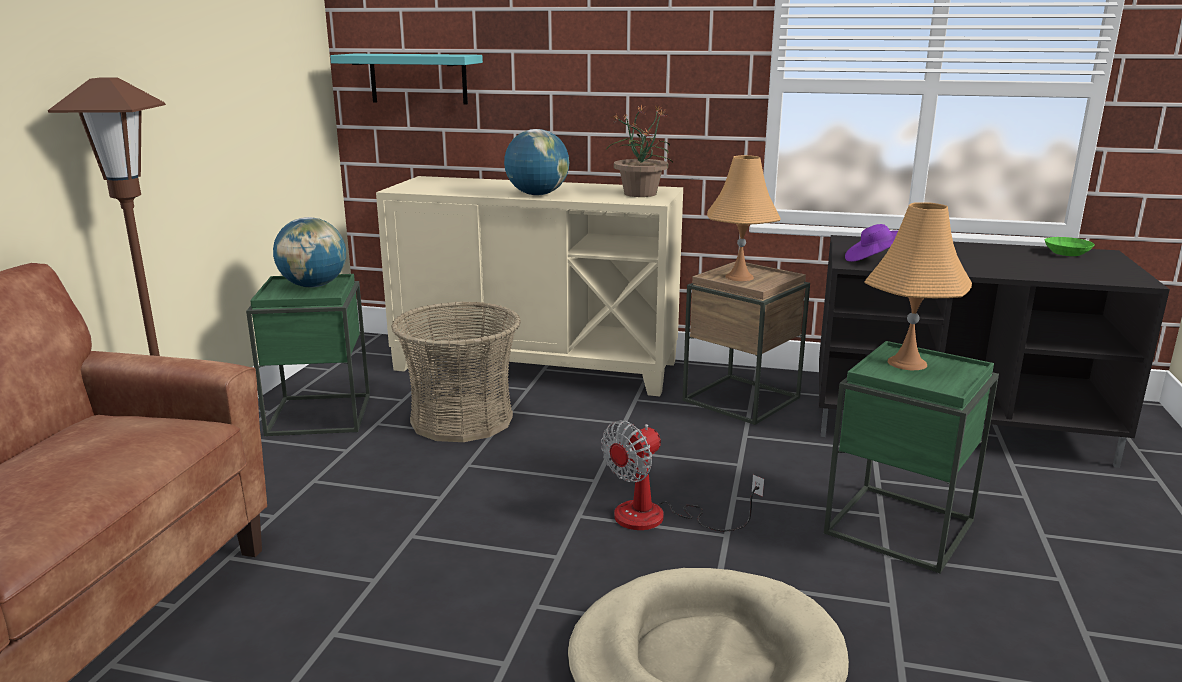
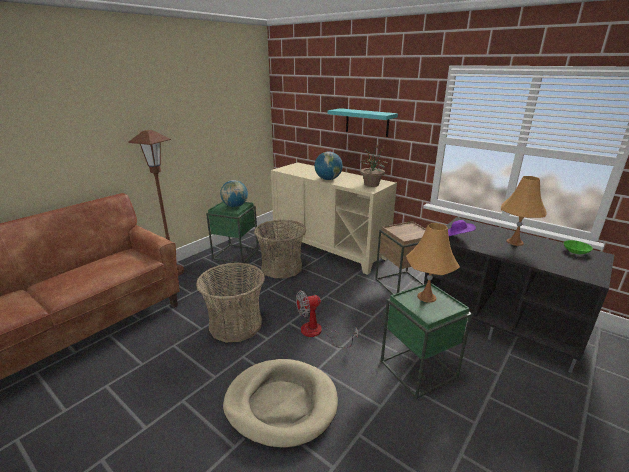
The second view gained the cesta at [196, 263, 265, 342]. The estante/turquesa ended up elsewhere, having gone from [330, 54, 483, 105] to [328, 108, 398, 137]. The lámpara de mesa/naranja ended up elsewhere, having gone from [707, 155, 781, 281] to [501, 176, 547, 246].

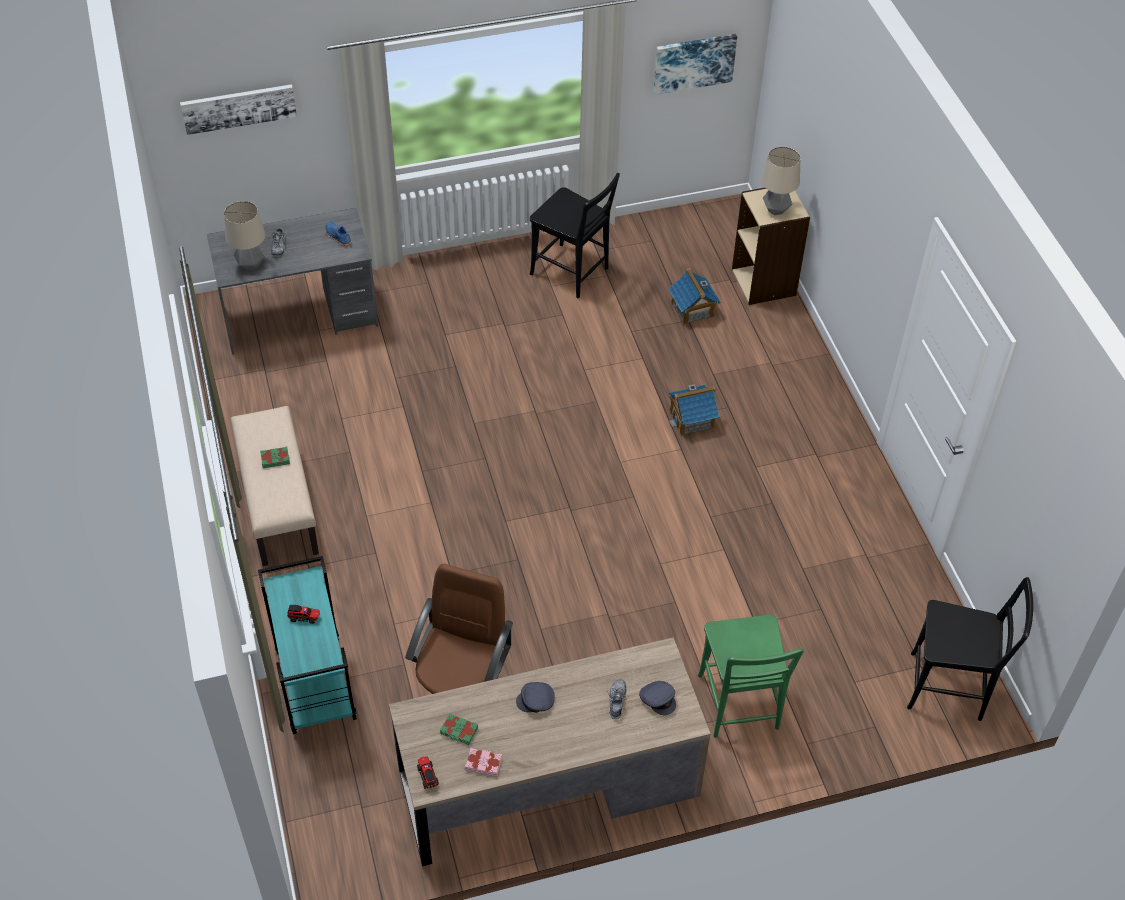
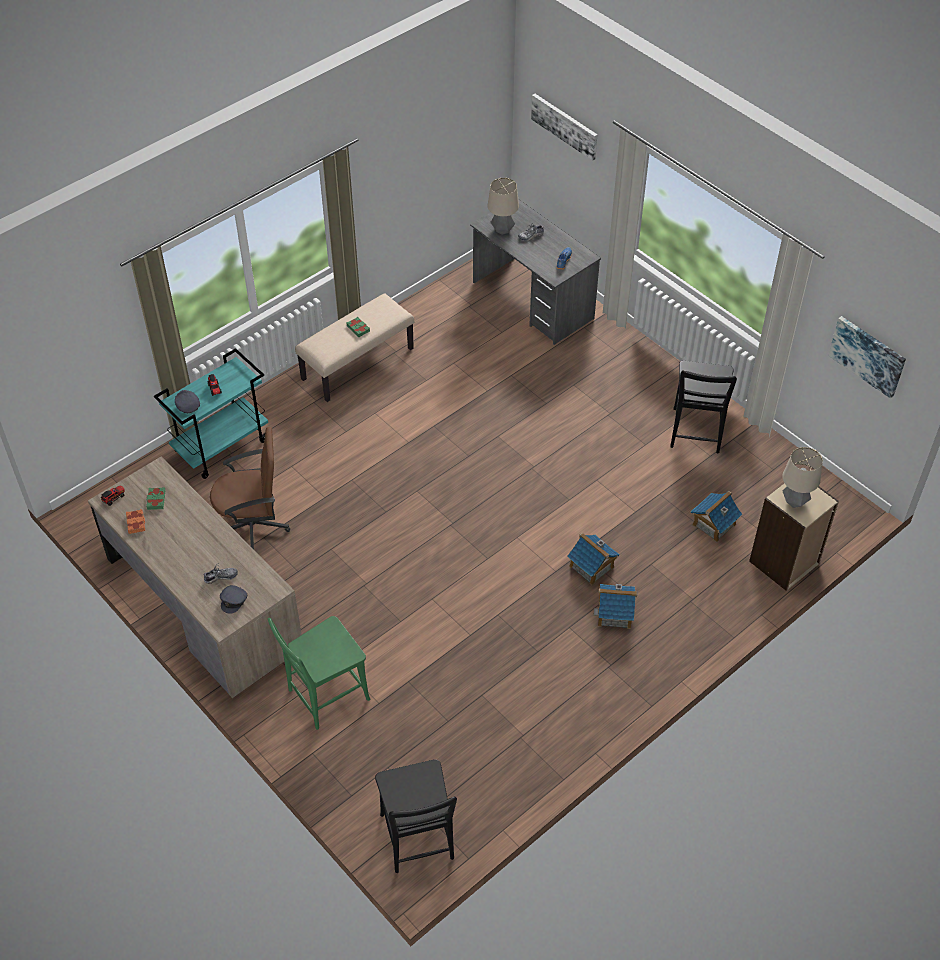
What was the libro/rosa at [465, 748, 502, 777] turned into the libro/naranja at [126, 509, 145, 534]. The gorra/gris ended up elsewhere, having gone from [516, 682, 555, 713] to [175, 390, 200, 413]. The second view gained the casita at [594, 584, 637, 629].

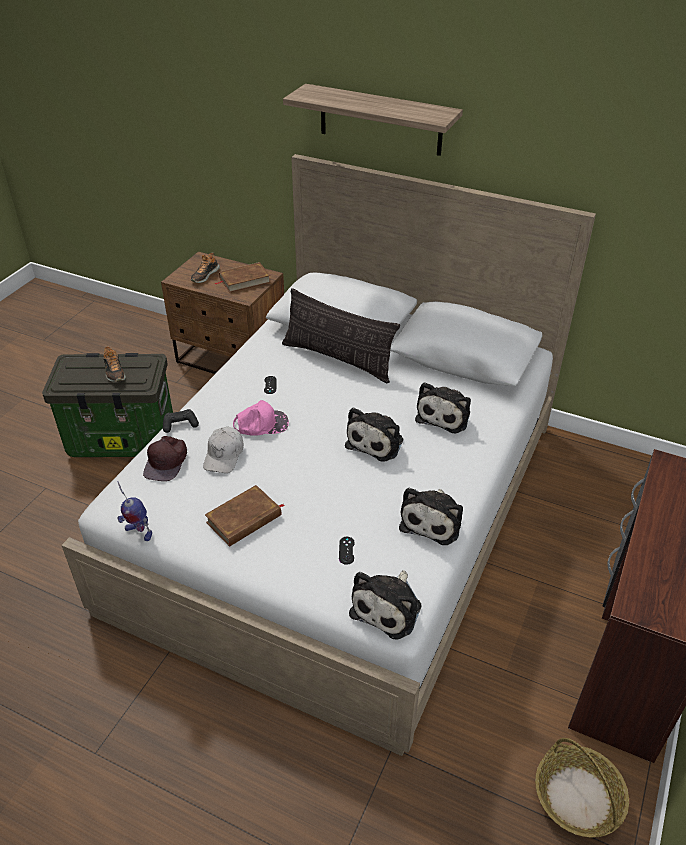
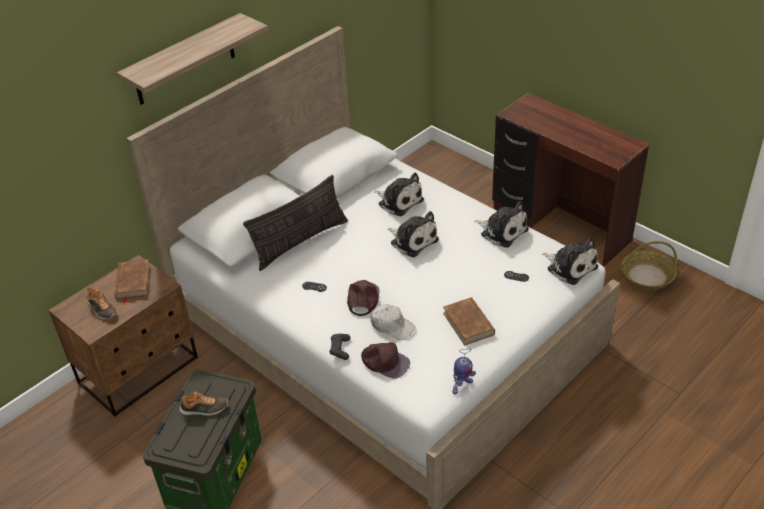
What was the gorra/rosa at [233, 400, 289, 436] turned into the gorra/marrón at [347, 280, 379, 316].

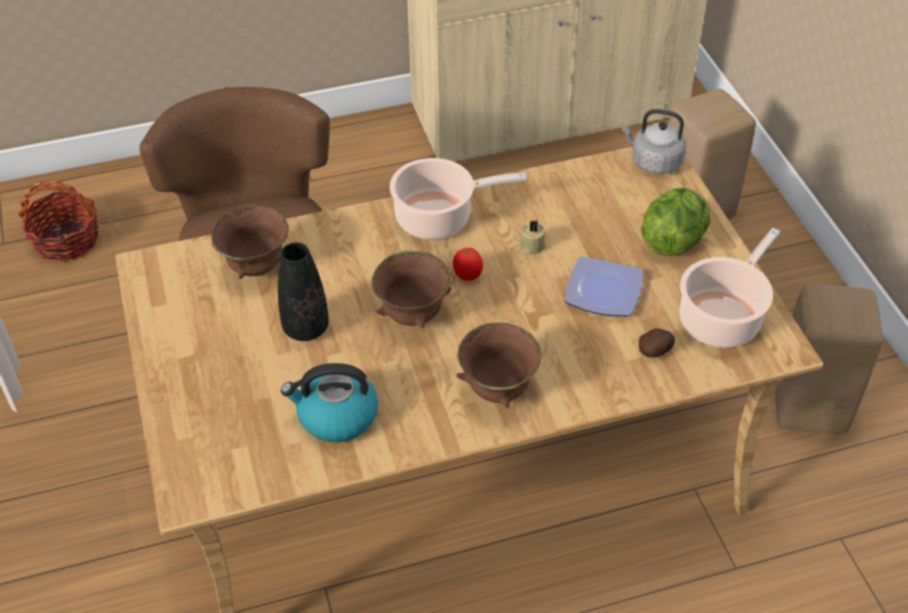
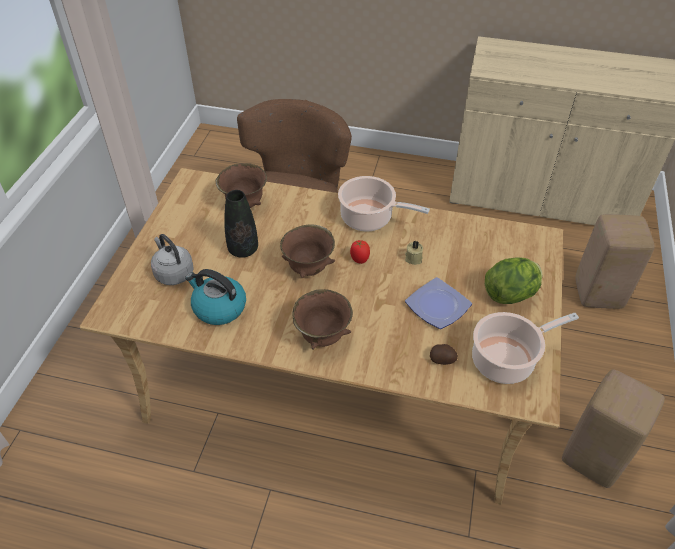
The hervidor/gris ended up elsewhere, having gone from [622, 109, 686, 174] to [151, 234, 194, 285]. The second view lost the cesta at [18, 181, 99, 262].

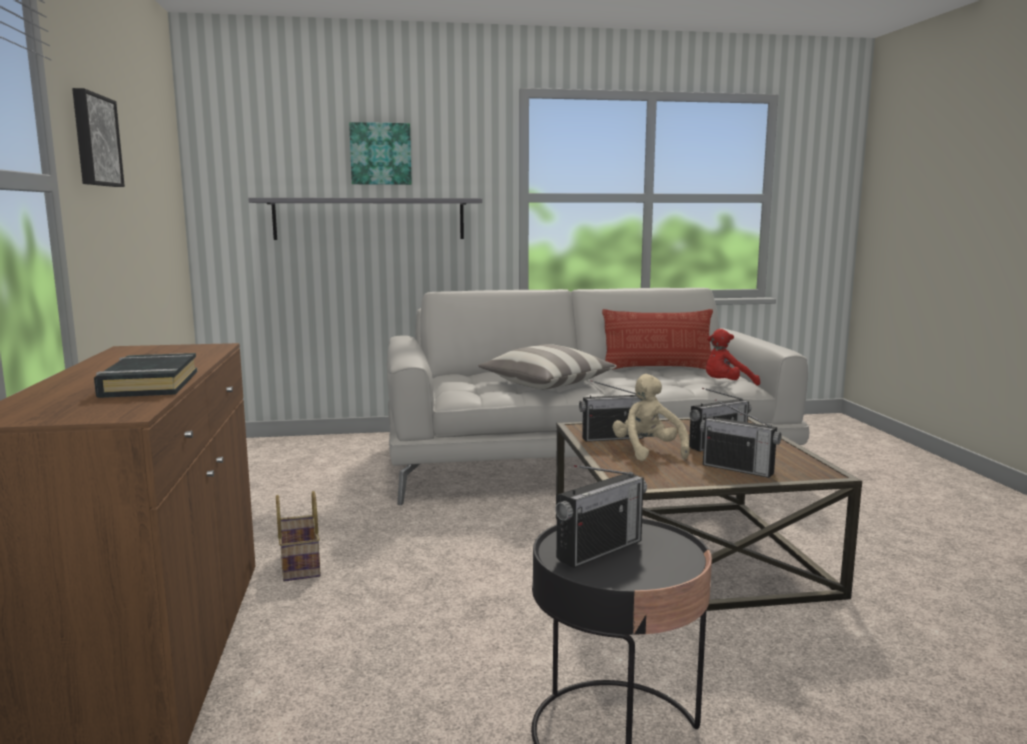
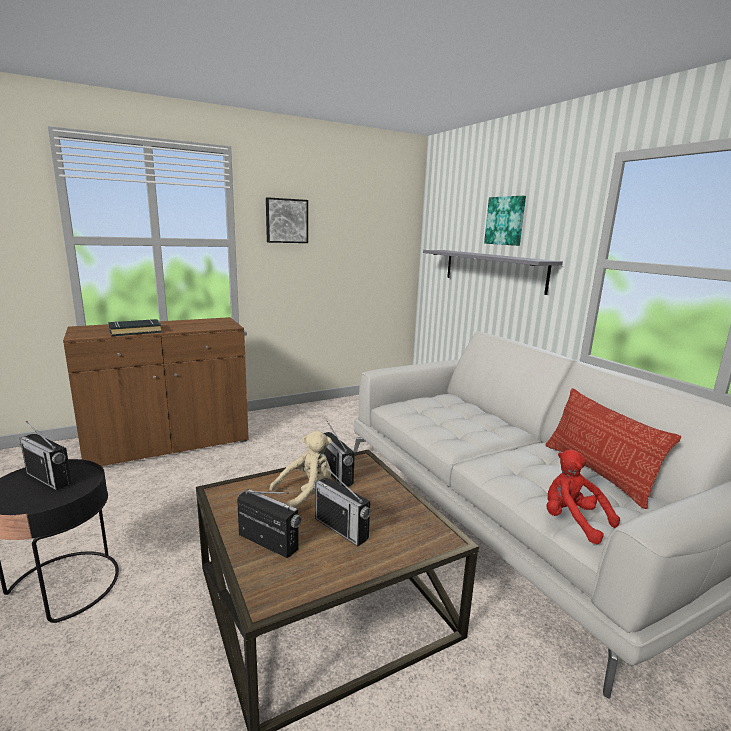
The radio at [700, 399, 782, 478] ended up facing another way, 105 degrees clockwise from before. The second view lost the cesta at [276, 491, 321, 582]. The second view lost the cojín at [478, 344, 617, 389].

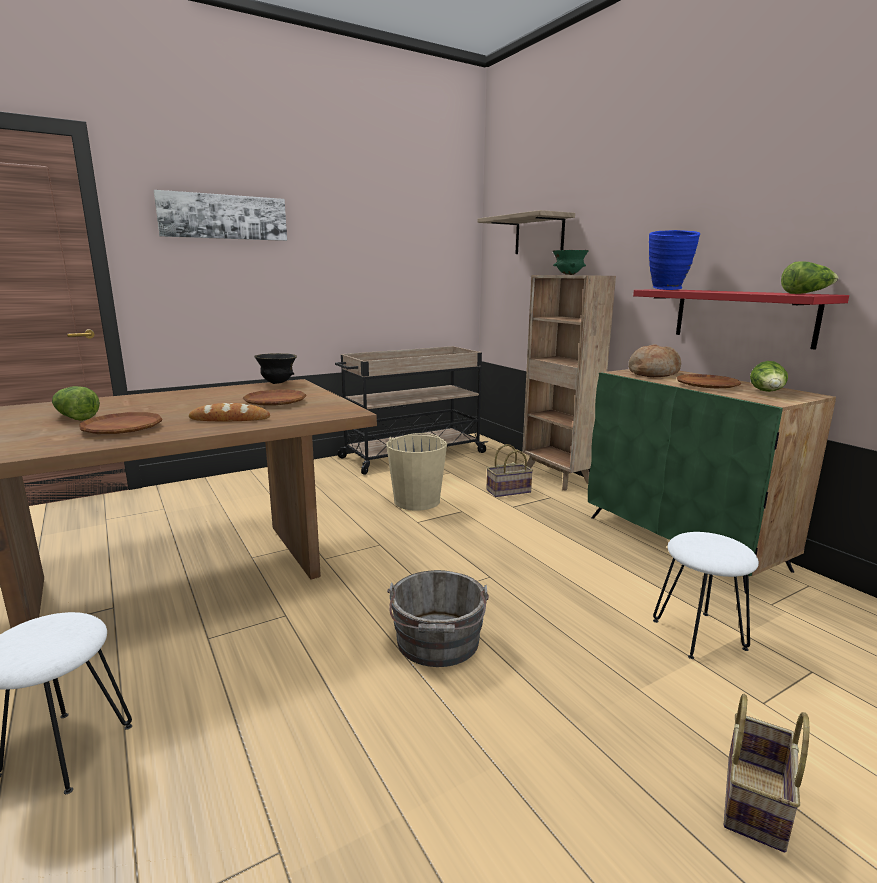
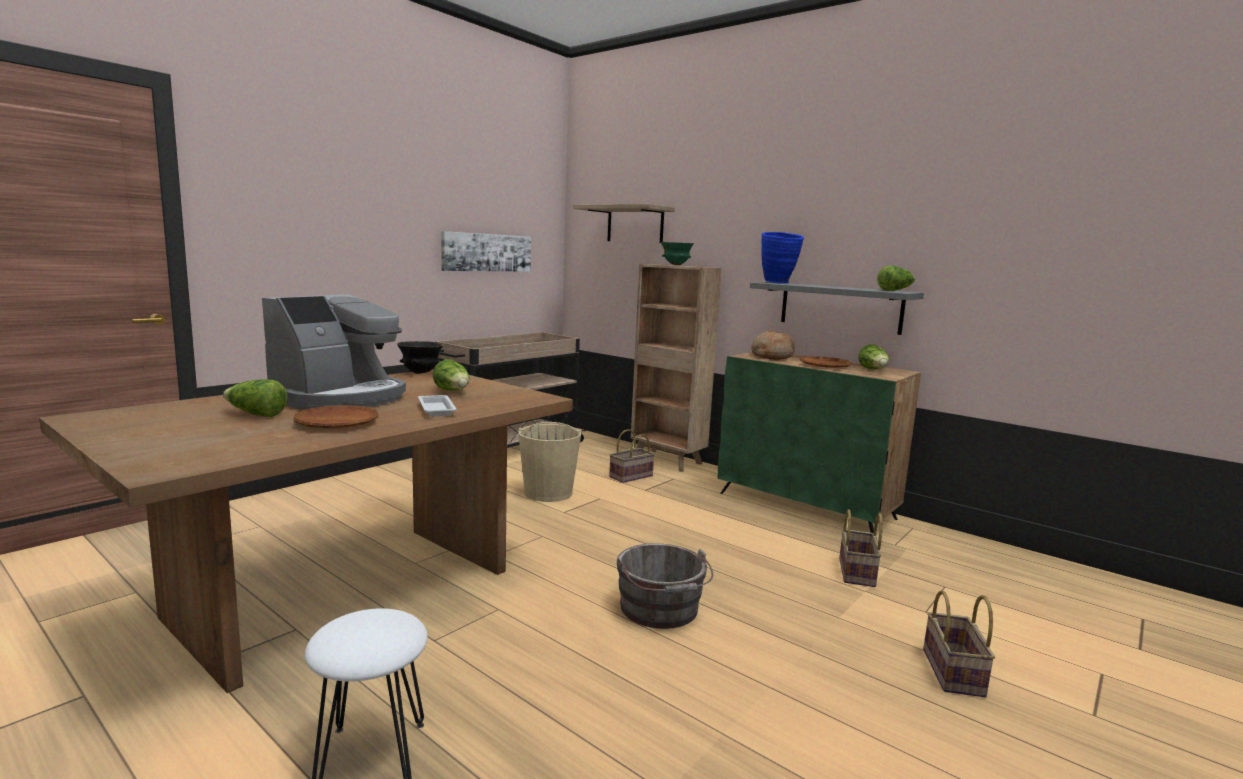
The second view gained the cafetera at [262, 294, 406, 409]. Where the pan stood at [189, 403, 270, 421], the bandeja/blanco came to stand at [418, 395, 457, 417]. Where the plato/marrón stood at [243, 390, 306, 405], the lechuga came to stand at [433, 359, 470, 391]. The cuadro ended up elsewhere, having gone from [154, 190, 287, 241] to [441, 231, 531, 272]. What was the estante/rojo at [633, 289, 849, 350] turned into the estante/gris at [750, 282, 924, 335]. Where the taburete/blanco stood at [653, 532, 759, 659], the cesta came to stand at [839, 509, 883, 587].

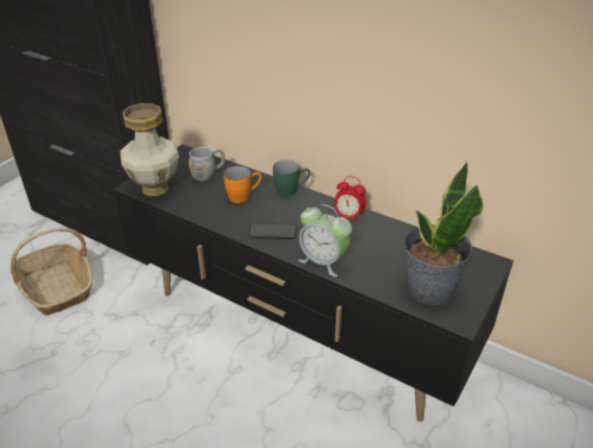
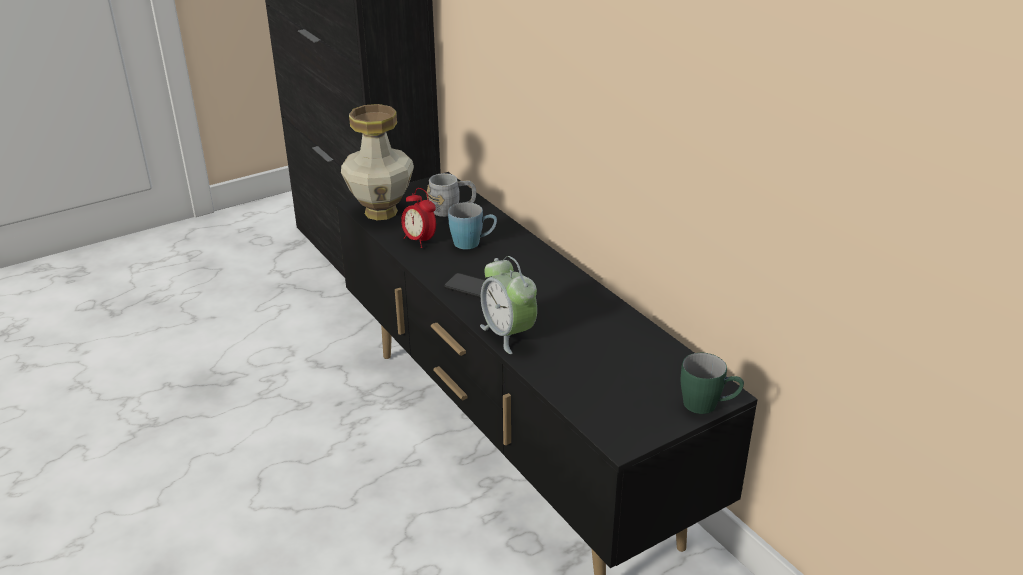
The despertador ended up elsewhere, having gone from [334, 176, 366, 223] to [401, 188, 436, 248]. What was the taza grande/naranja at [224, 166, 262, 203] turned into the taza grande/azul at [448, 202, 497, 249]. The taza grande/verde ended up elsewhere, having gone from [273, 160, 310, 196] to [681, 353, 744, 414]. The second view lost the cesta at [10, 228, 93, 315]. The second view lost the planta en maceta at [404, 162, 483, 305].

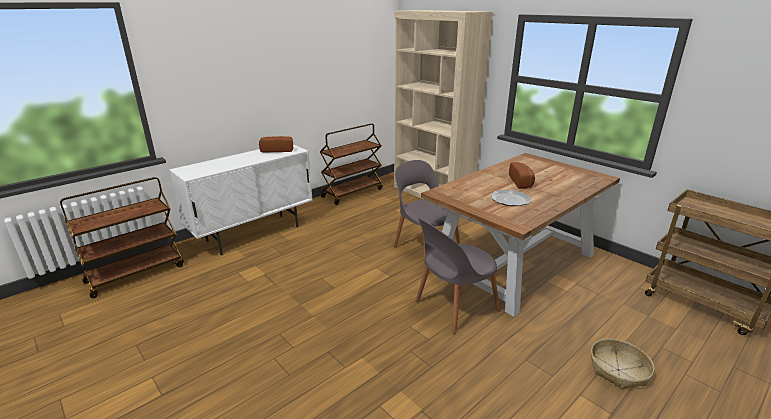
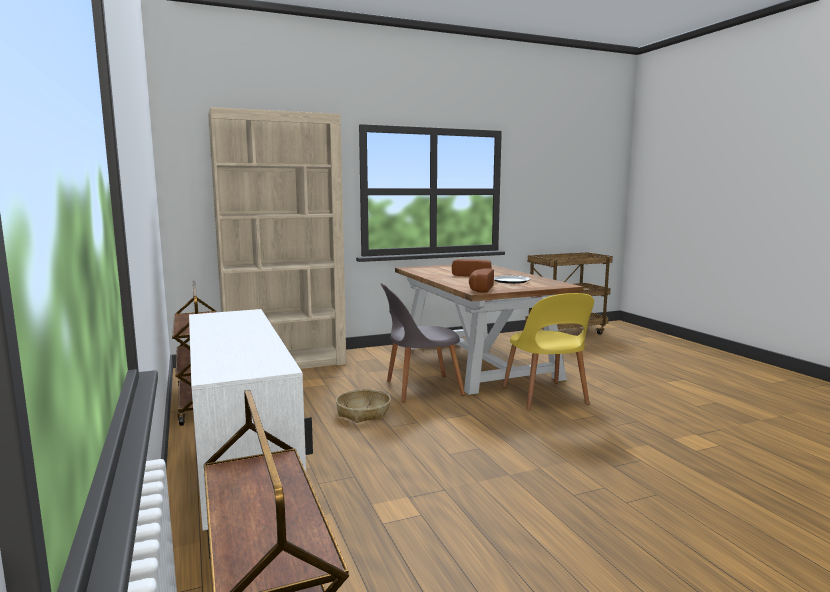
The cesta ended up elsewhere, having gone from [591, 339, 654, 390] to [336, 389, 391, 423]. The pan ended up elsewhere, having gone from [259, 136, 293, 153] to [469, 268, 494, 293]. What was the silla/gris at [416, 218, 500, 334] turned into the silla/amarillo at [502, 293, 594, 410].

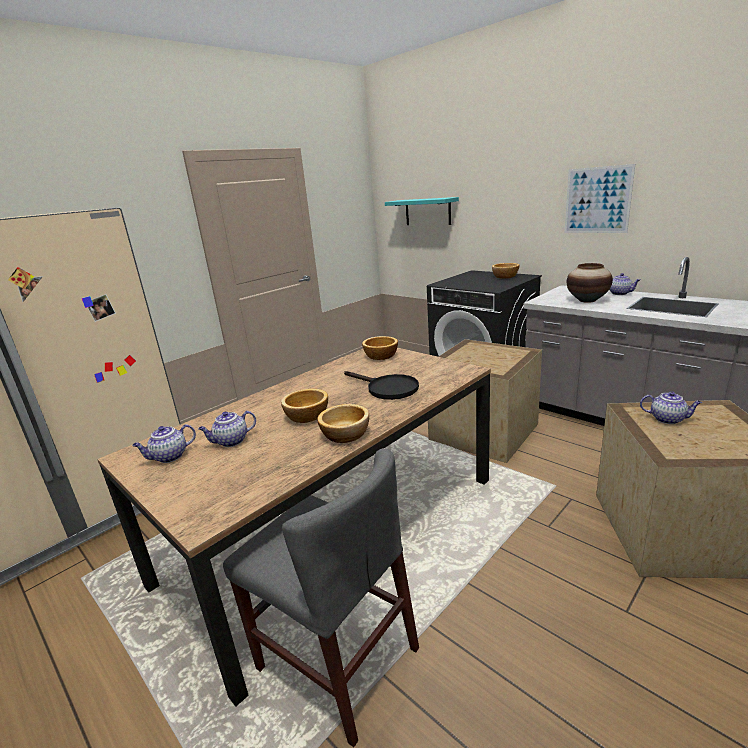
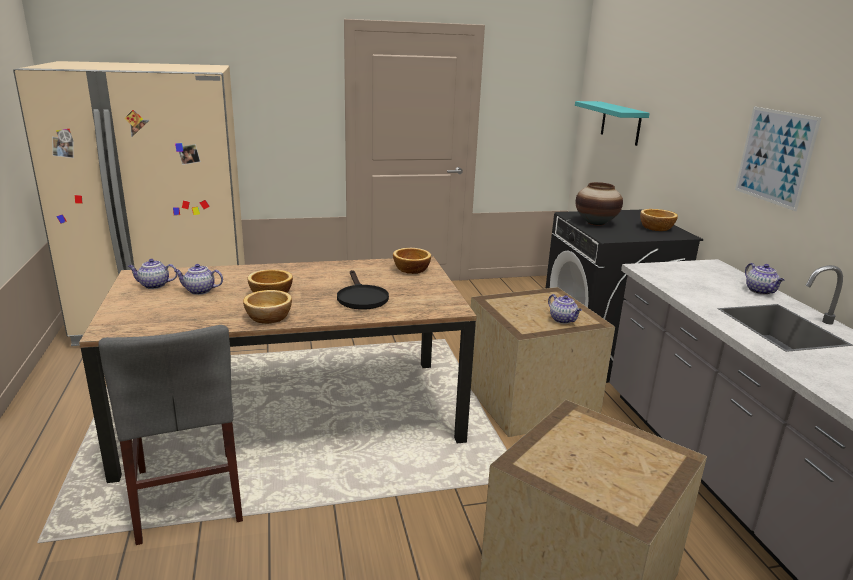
The tetera ended up elsewhere, having gone from [640, 391, 702, 424] to [548, 294, 582, 324]. The florero ended up elsewhere, having gone from [567, 263, 613, 303] to [576, 182, 623, 226].

